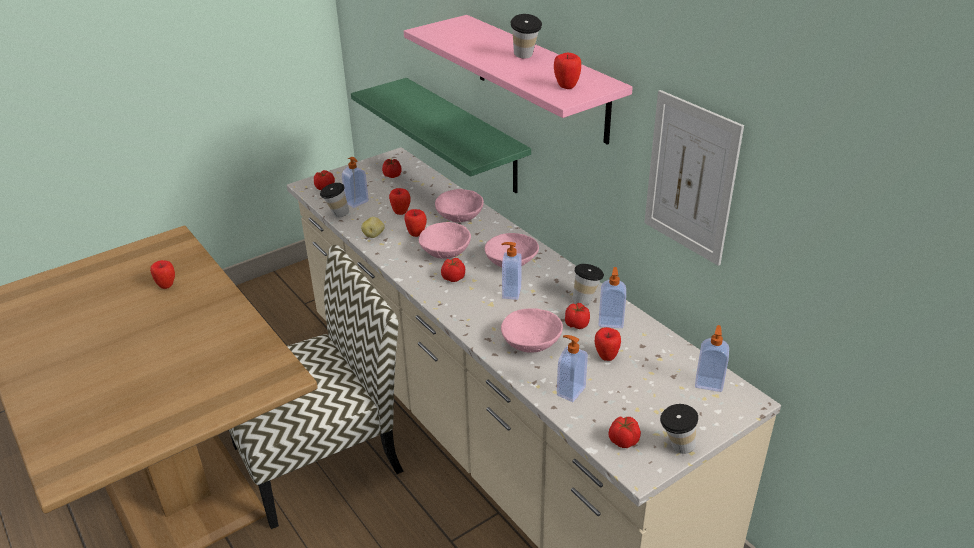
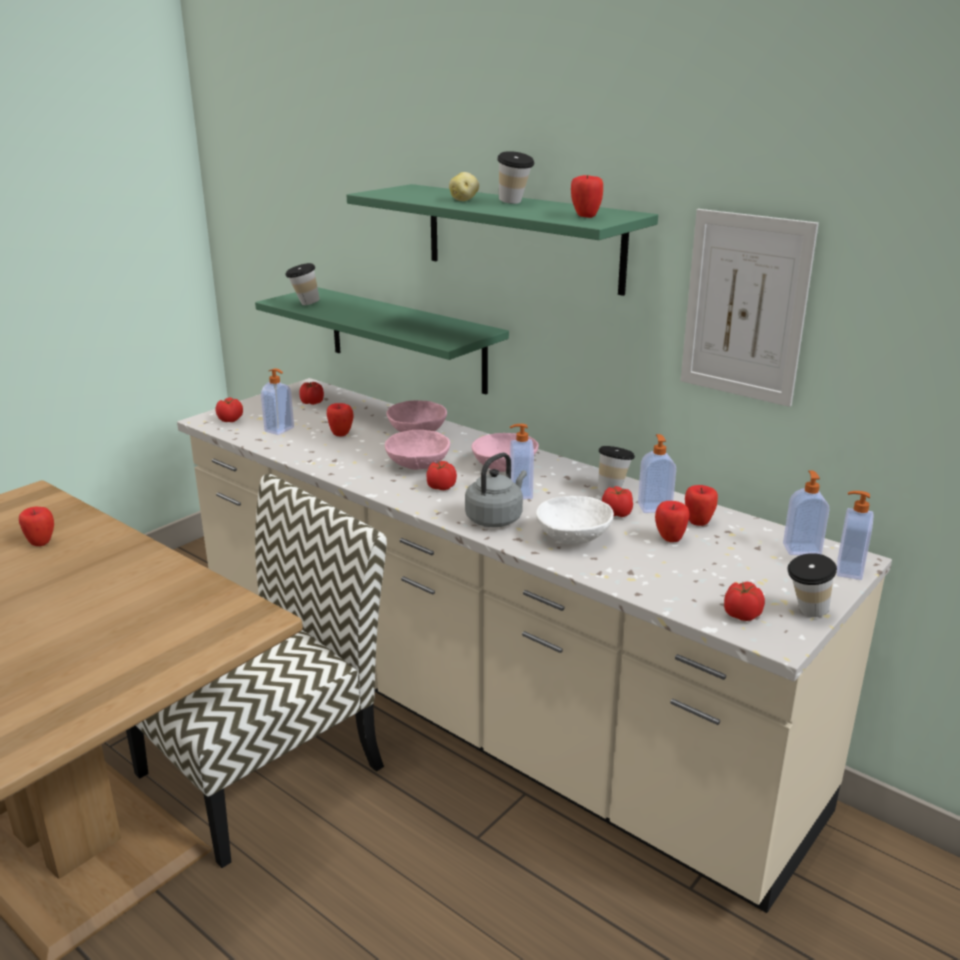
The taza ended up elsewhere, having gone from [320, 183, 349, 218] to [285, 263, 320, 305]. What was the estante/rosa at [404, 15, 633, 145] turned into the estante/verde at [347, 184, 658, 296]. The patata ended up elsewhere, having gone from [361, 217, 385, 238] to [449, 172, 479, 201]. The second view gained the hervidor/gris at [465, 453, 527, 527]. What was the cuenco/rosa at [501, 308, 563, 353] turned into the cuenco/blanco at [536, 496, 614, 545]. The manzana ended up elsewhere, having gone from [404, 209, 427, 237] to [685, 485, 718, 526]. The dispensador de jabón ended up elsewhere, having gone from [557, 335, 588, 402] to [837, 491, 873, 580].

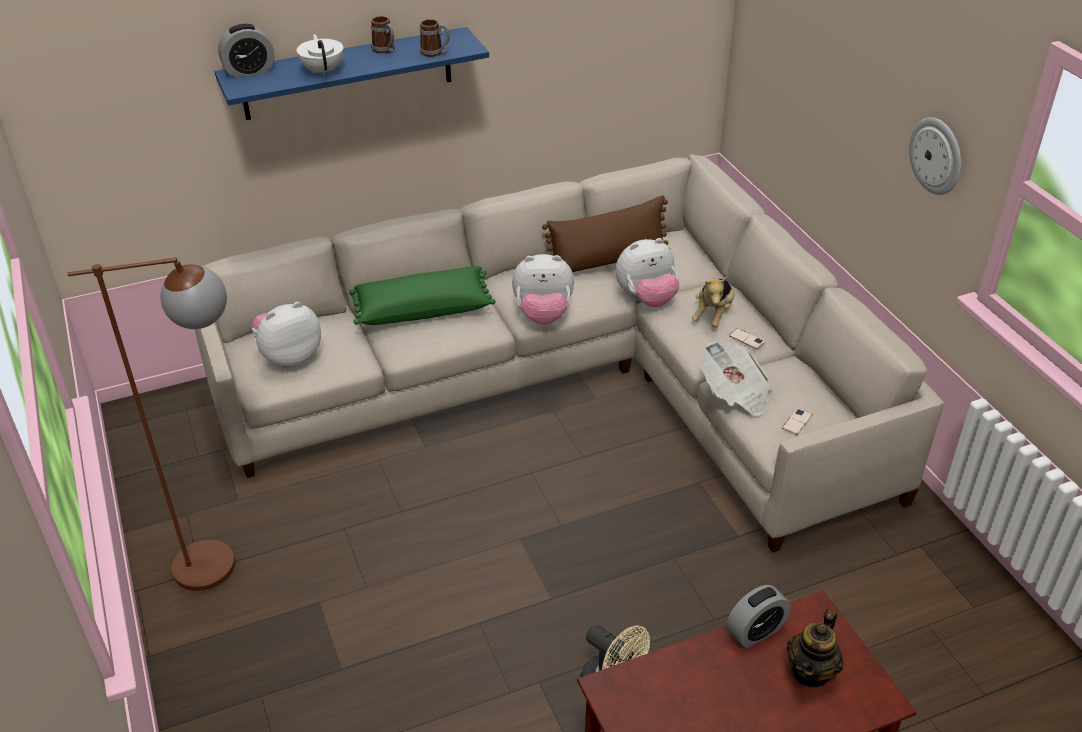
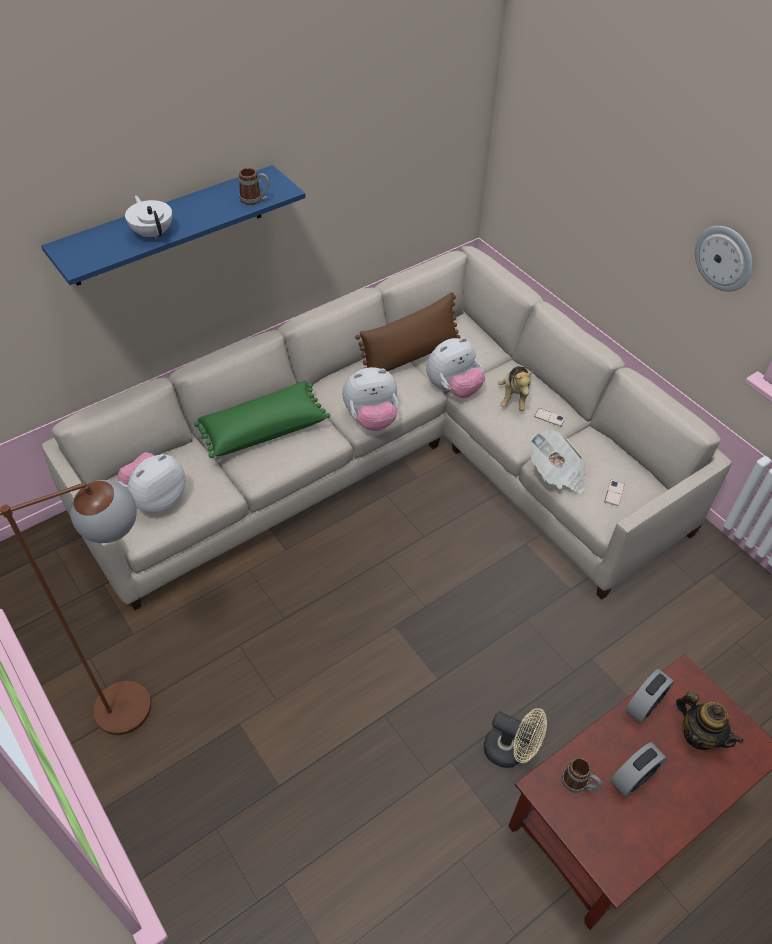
The taza grande ended up elsewhere, having gone from [371, 16, 394, 54] to [562, 758, 602, 793]. The despertador ended up elsewhere, having gone from [218, 24, 274, 78] to [611, 742, 667, 798]. The tetera at [787, 609, 844, 689] ended up facing another way, 60 degrees counterclockwise from before.

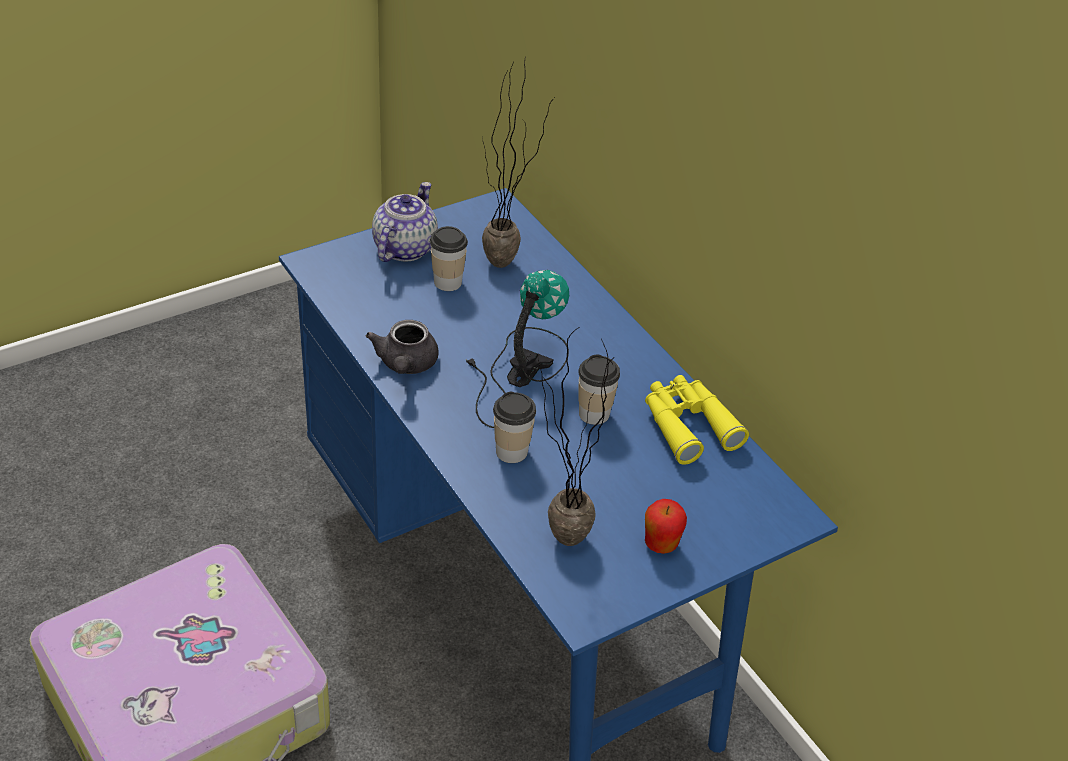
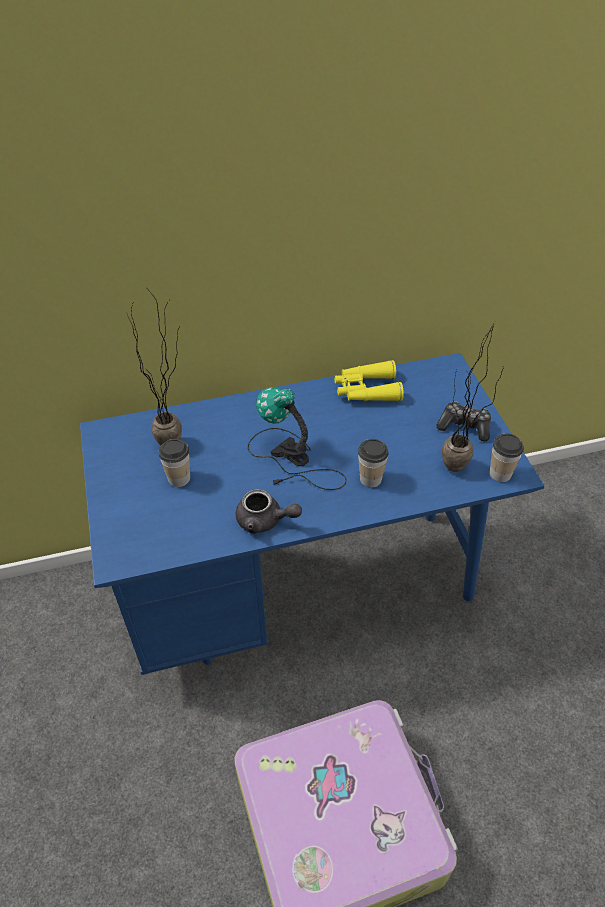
Where the manzana stood at [645, 499, 687, 554], the mando de consola came to stand at [436, 401, 491, 442]. The taza ended up elsewhere, having gone from [578, 354, 620, 425] to [490, 434, 524, 482]. The second view lost the tetera at [372, 182, 438, 262].

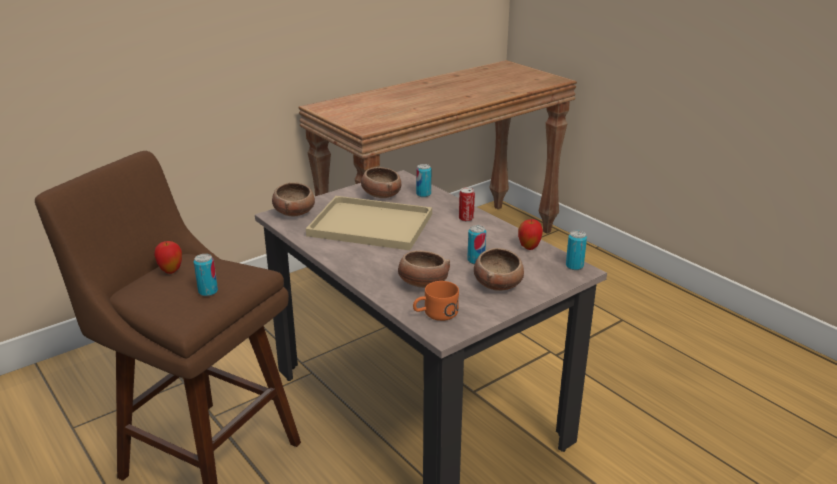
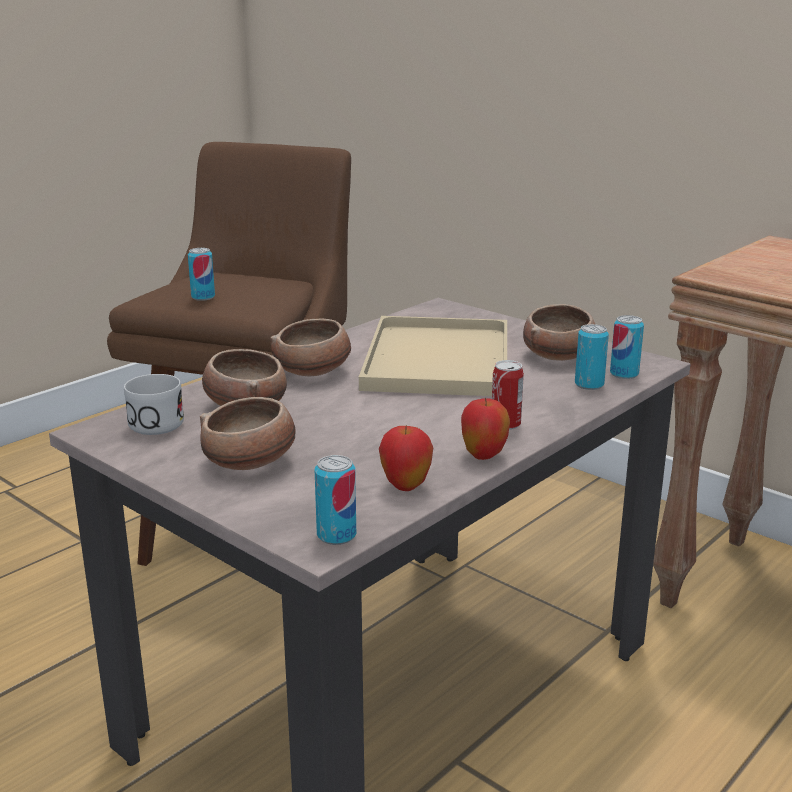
What was the taza grande/naranja at [413, 281, 459, 321] turned into the taza grande/blanco at [124, 374, 184, 435]. The cuenco ended up elsewhere, having gone from [272, 182, 315, 216] to [270, 318, 351, 377]. The manzana ended up elsewhere, having gone from [154, 241, 182, 274] to [461, 398, 510, 460]. The lata ended up elsewhere, having gone from [467, 225, 486, 264] to [610, 315, 644, 379].

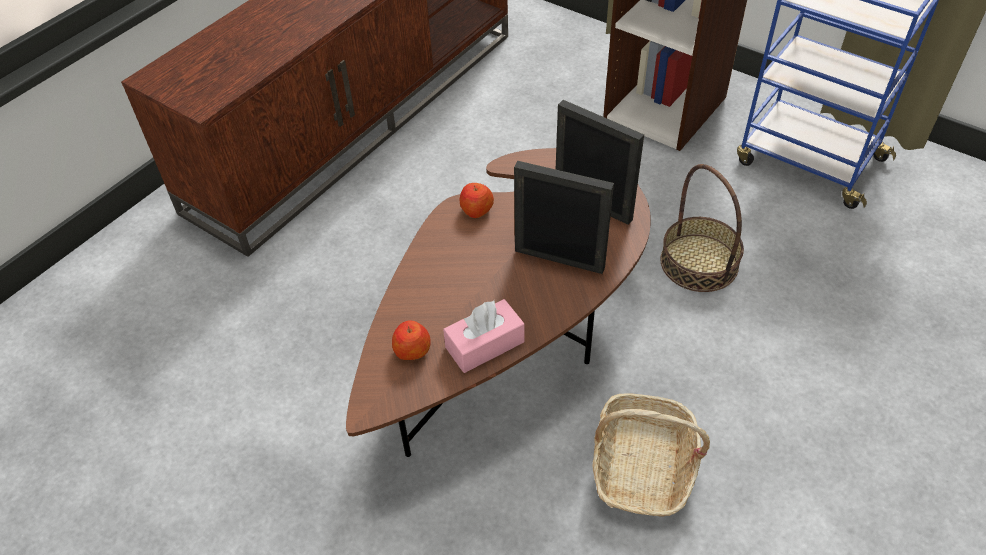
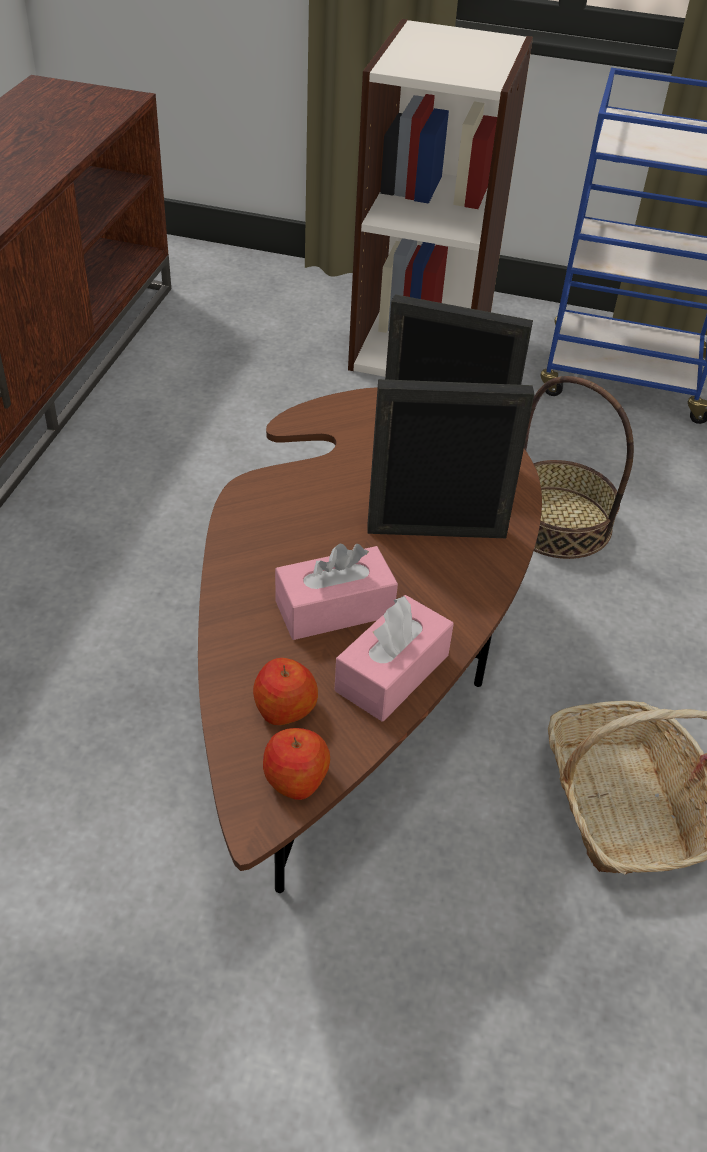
The manzana ended up elsewhere, having gone from [460, 183, 494, 218] to [263, 728, 330, 800]. The second view gained the caja de pañuelos/rosa at [275, 544, 398, 640].

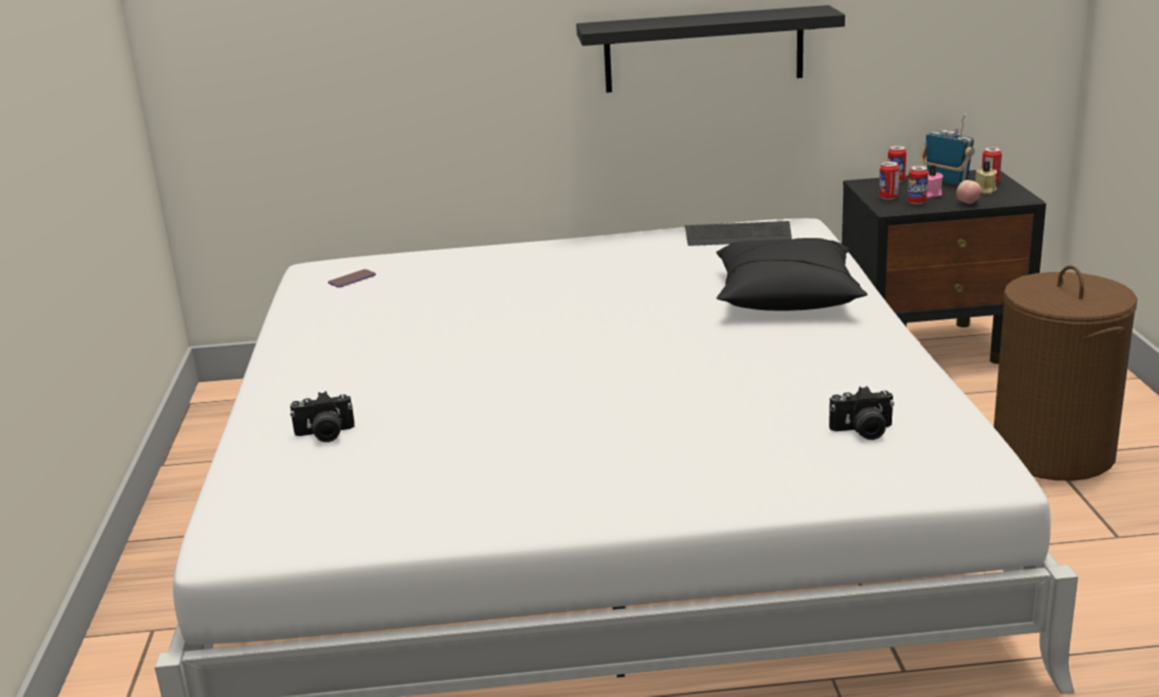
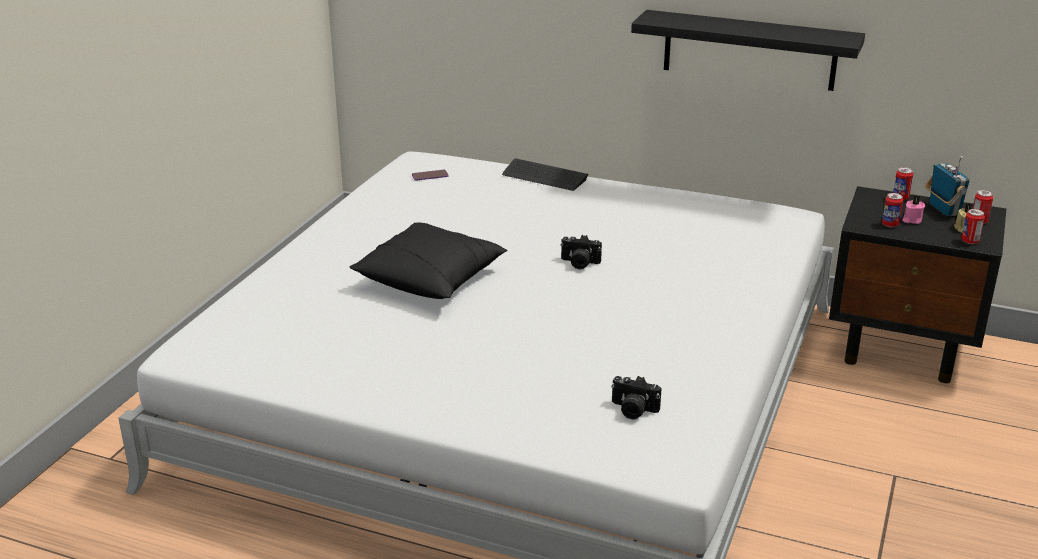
The cojín/negro ended up elsewhere, having gone from [716, 238, 867, 311] to [350, 222, 508, 299]. The teclado ended up elsewhere, having gone from [685, 221, 792, 246] to [502, 158, 588, 191]. The cámara ended up elsewhere, having gone from [290, 391, 355, 442] to [560, 235, 602, 269]. The lata ended up elsewhere, having gone from [879, 162, 899, 200] to [961, 209, 985, 244]. The second view lost the manzana at [956, 180, 981, 204]. The second view lost the cesto de la ropa/marrón at [994, 265, 1137, 481].

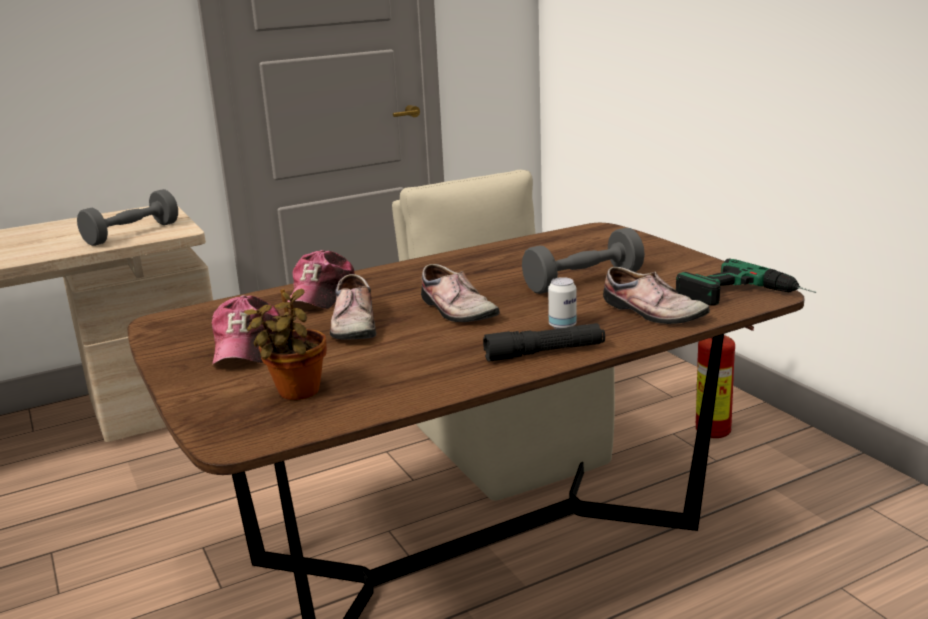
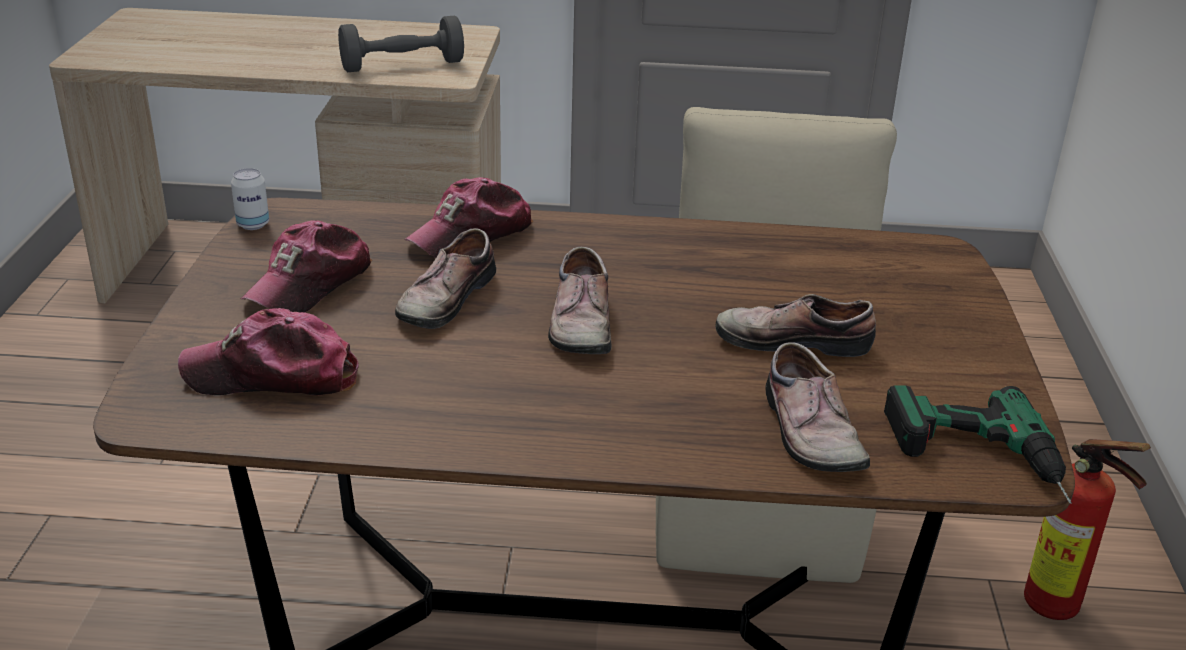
Where the planta en maceta stood at [244, 288, 327, 400], the gorra came to stand at [178, 308, 359, 396]. The lata ended up elsewhere, having gone from [548, 277, 576, 329] to [231, 168, 269, 230]. Where the mancuerna/gris stood at [522, 228, 645, 294], the zapato came to stand at [715, 294, 876, 357]. The second view lost the linterna/negro at [483, 323, 605, 362].

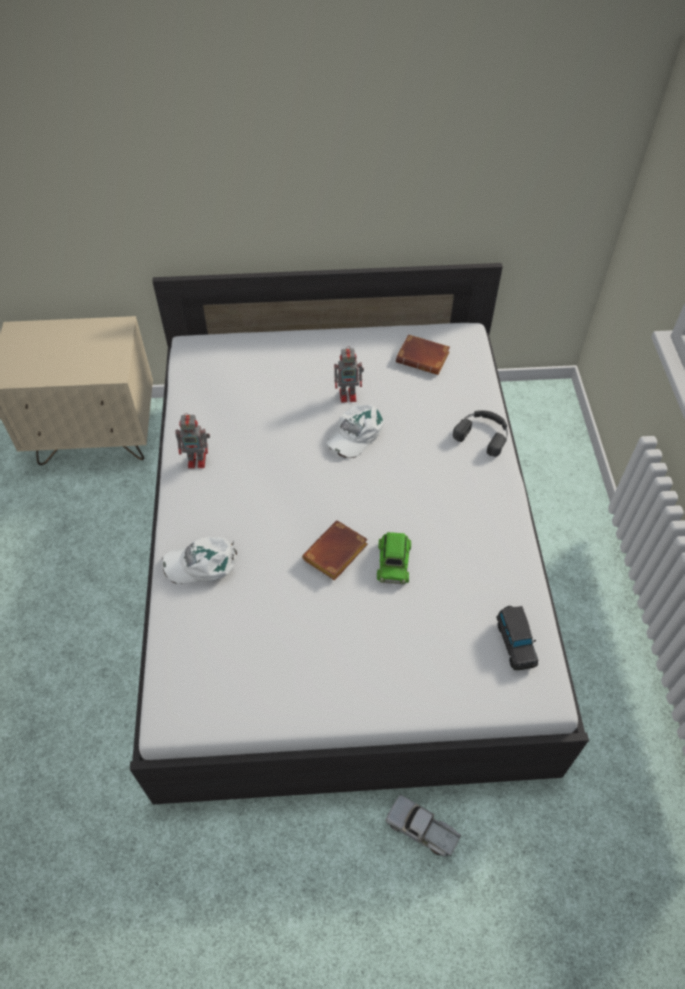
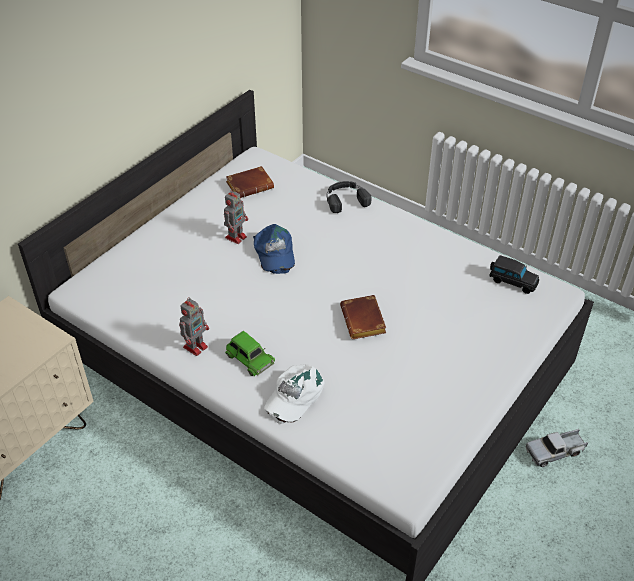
The coche de juguete/verde ended up elsewhere, having gone from [377, 532, 411, 585] to [225, 331, 275, 376]. What was the gorra/blanco at [327, 404, 384, 459] turned into the gorra/azul at [253, 224, 295, 274].

